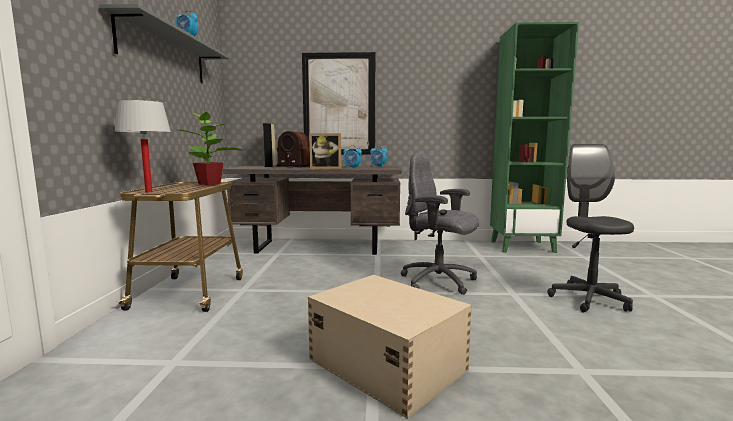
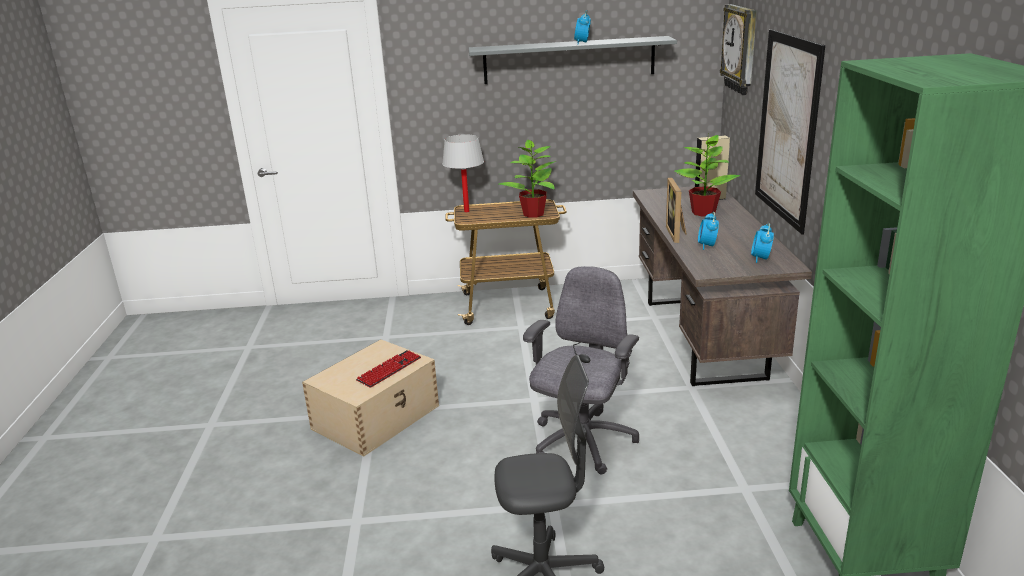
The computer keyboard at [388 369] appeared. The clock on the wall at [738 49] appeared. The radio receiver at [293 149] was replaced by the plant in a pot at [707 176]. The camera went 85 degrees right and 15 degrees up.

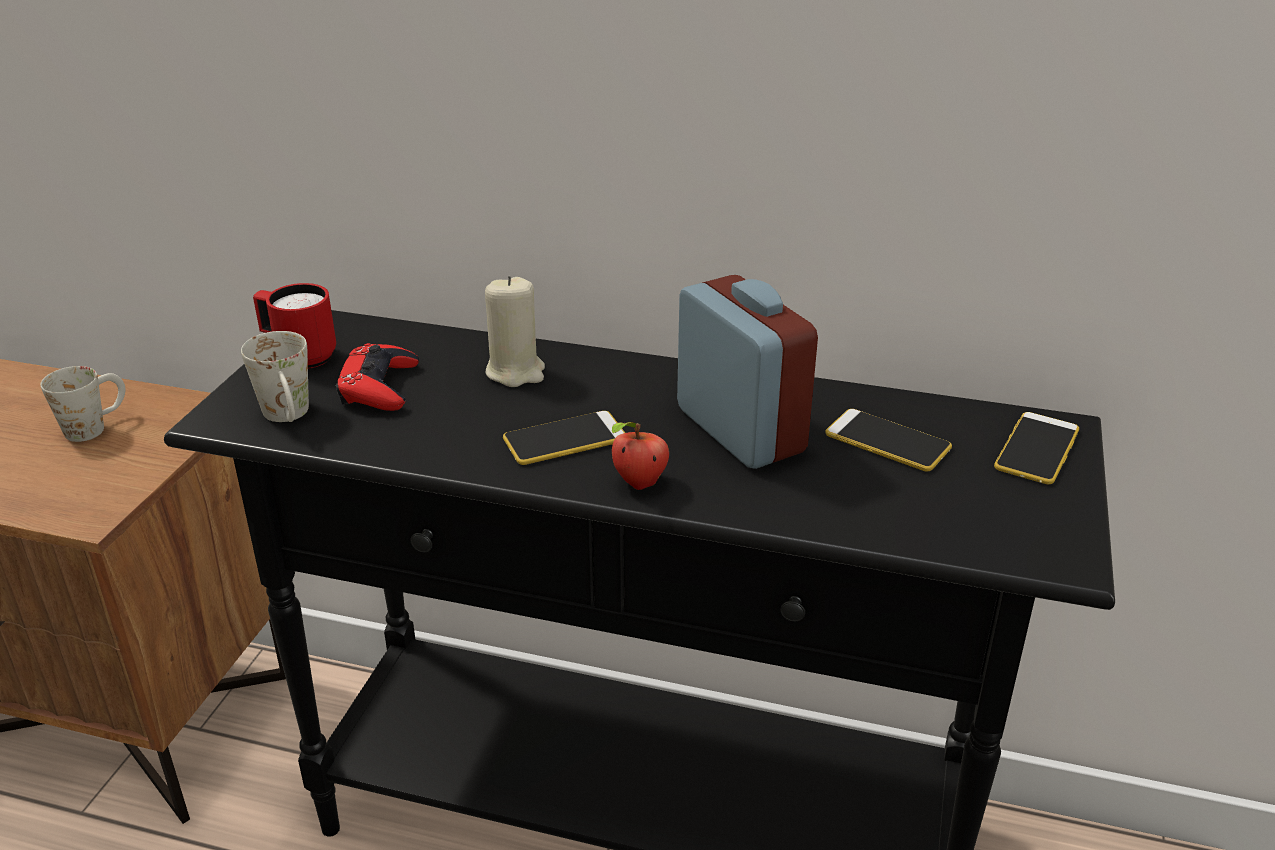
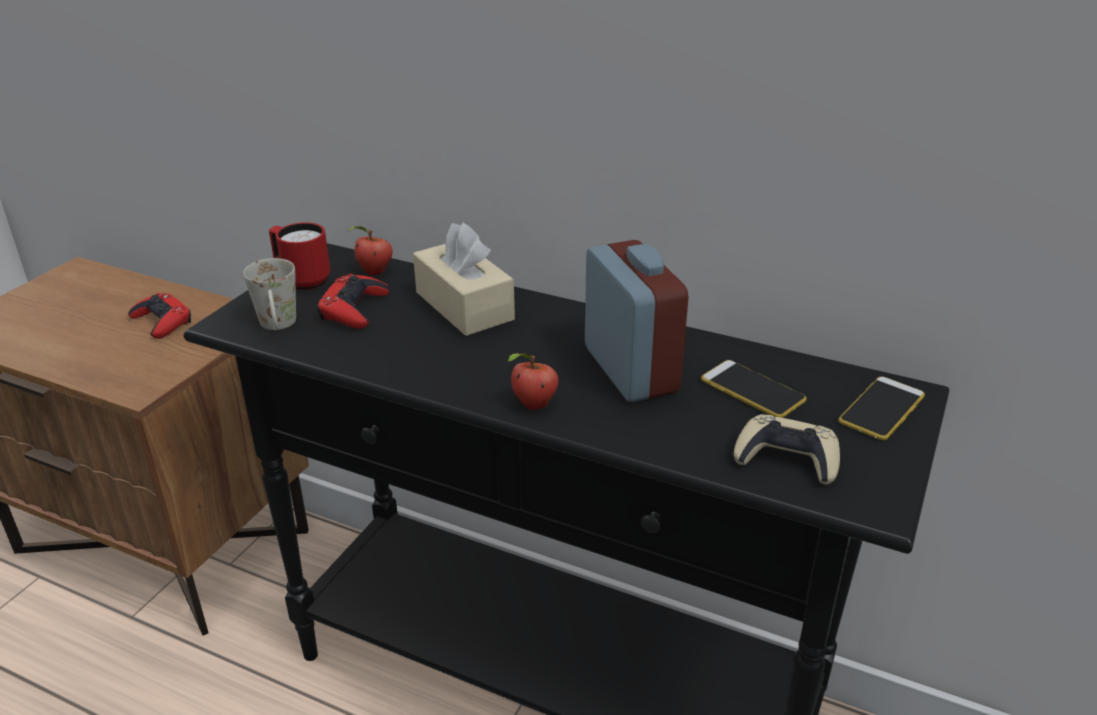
The handset at [564 438] disappeared. The whole apple at [370 250] appeared. The game controller (beige) at [787 449] appeared. The coffee mug (white) at [83 404] was replaced by the game controller (reddish) at [159 316]. The candle (beige) at [515 331] was replaced by the tissue box (beige) at [464 279]. The camera went 10 degrees right and 0 degrees up.

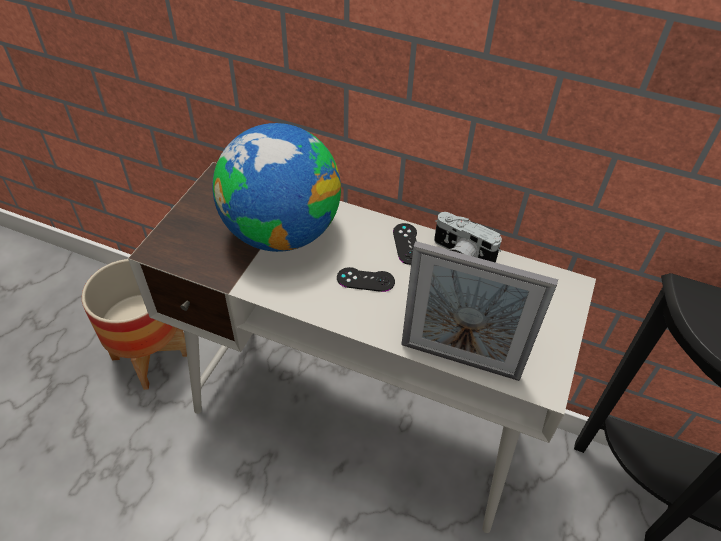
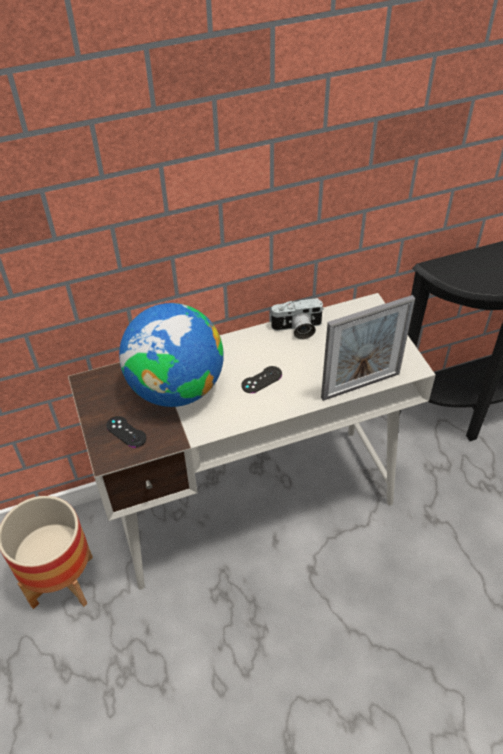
The game controller (black) moved from [405 244] to [126 432]. The camera went 40 degrees left and 0 degrees up.

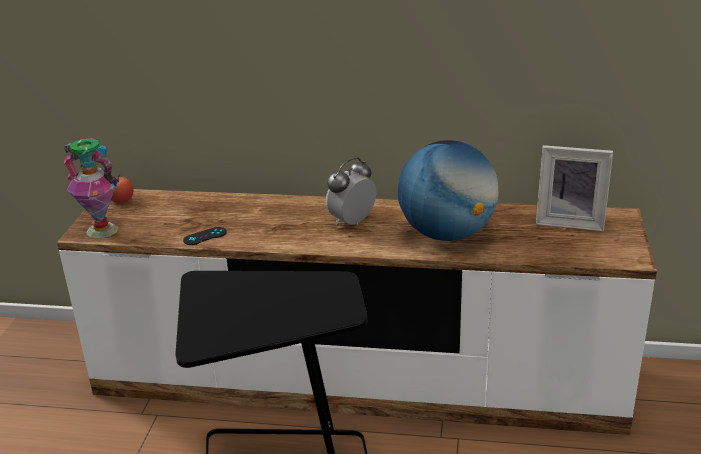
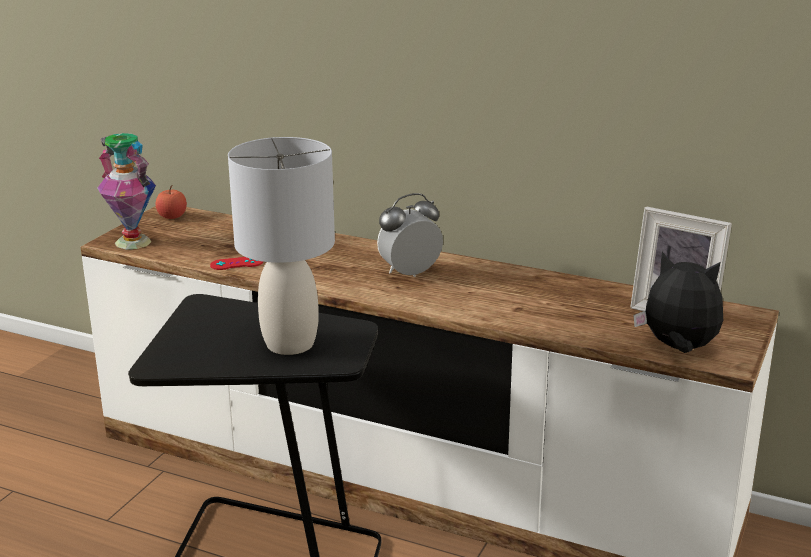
The world globe at [448 190] disappeared. The lamp for a table (gray) at [281 246] appeared. The cuddly toy at [678 302] appeared. The game controller (black) at [205 236] became the game controller (reddish) at [236 263]. The camera went 15 degrees right and 5 degrees down.

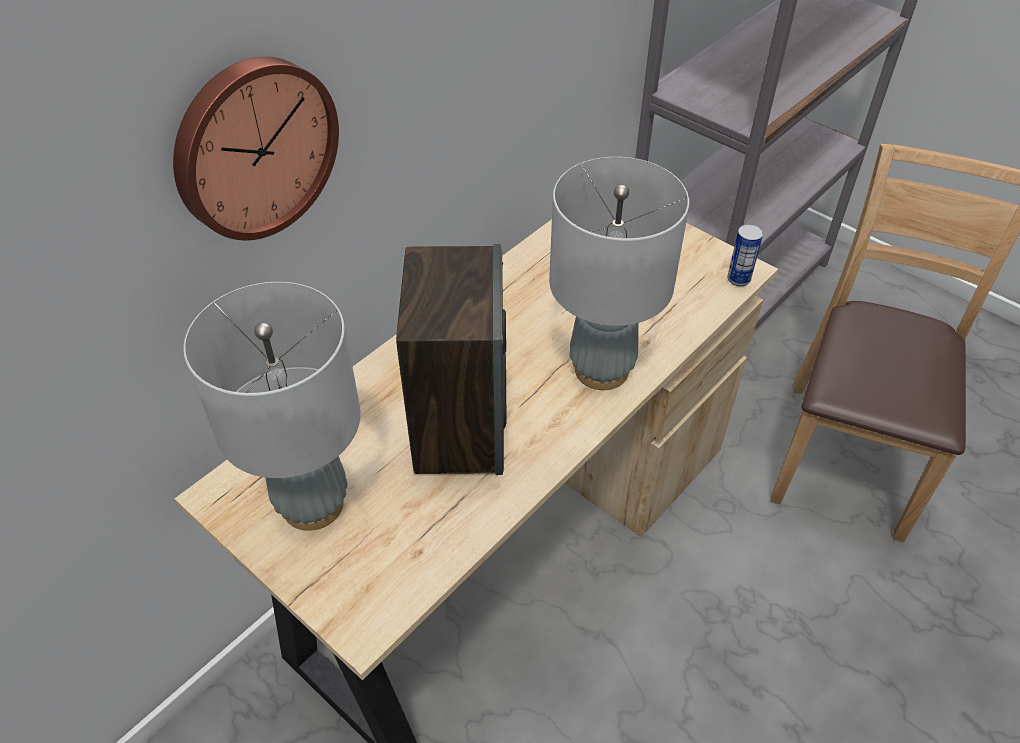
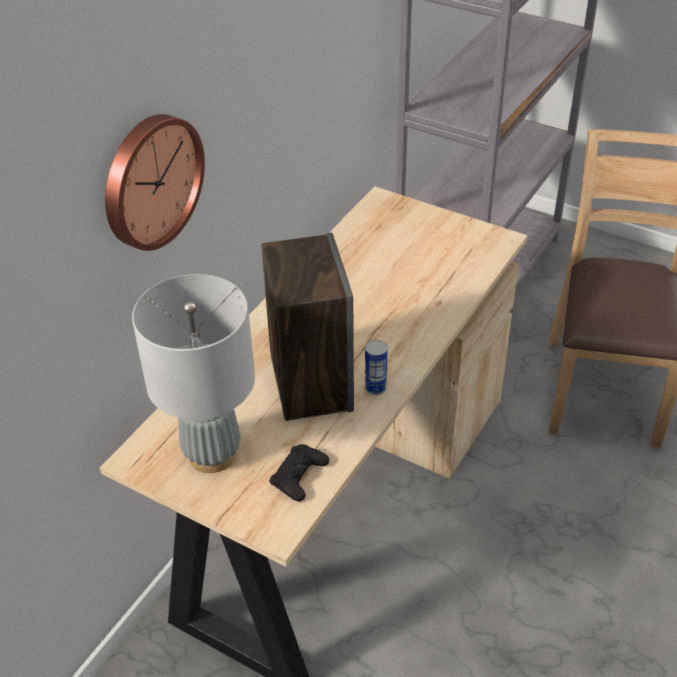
The lamp for a table (gray) at [619 273] disappeared. The game controller (black) at [299 472] appeared. The metal can moved from [745 255] to [376 367]. The camera went 10 degrees left and 5 degrees down.

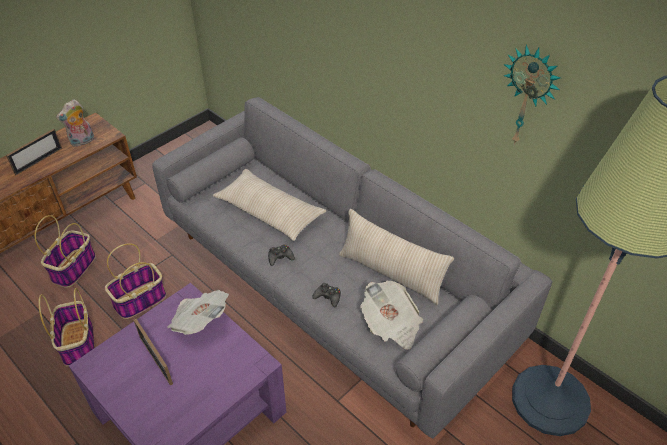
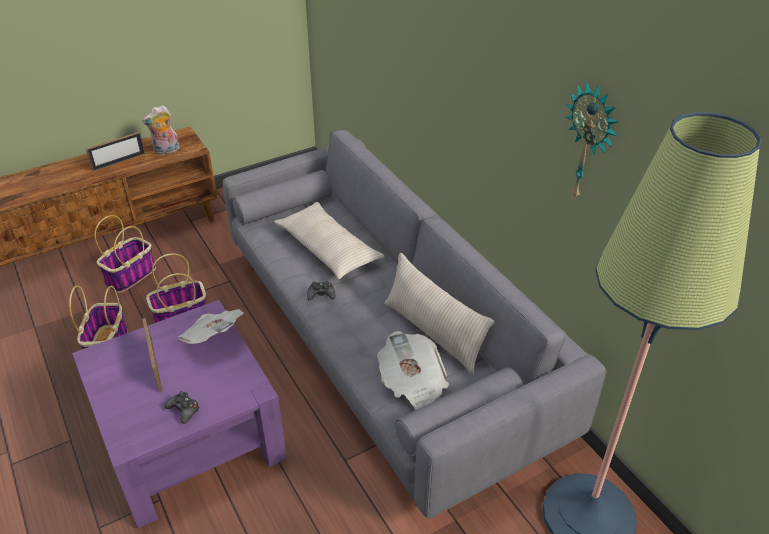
The game controller (black) moved from [326 295] to [182 407]. The camera went 15 degrees right and 5 degrees down.

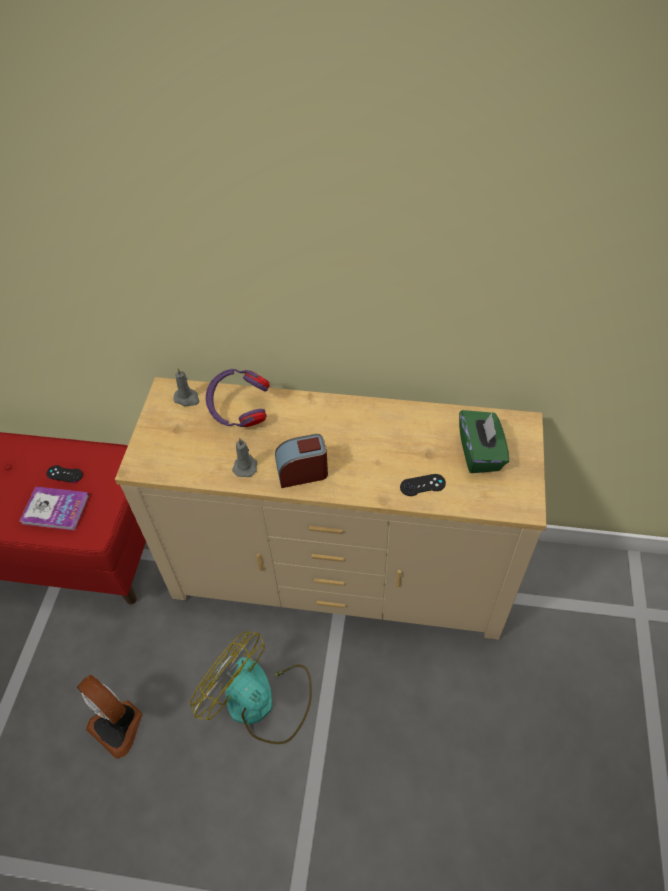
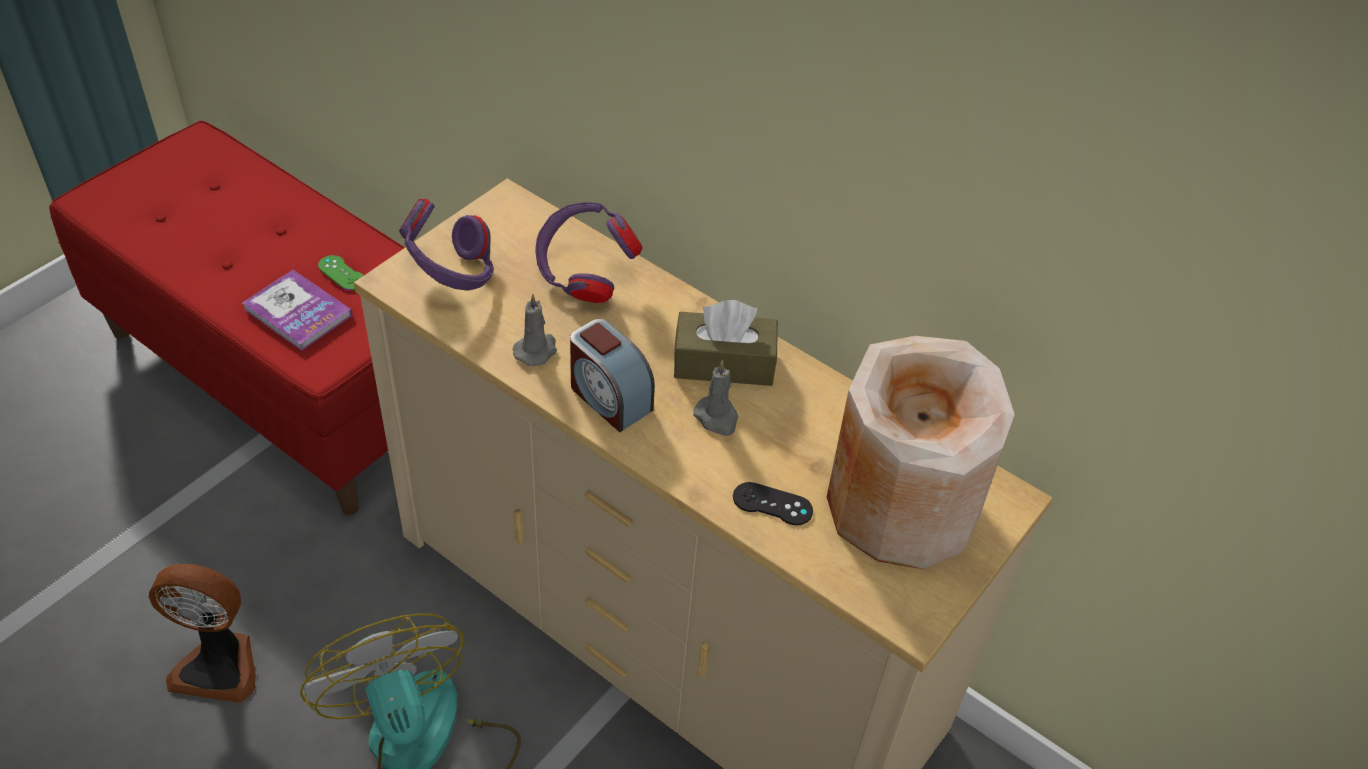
The pair of headphones (purple-coloured) at [446 245] appeared. The tissue box (brown) at [726 343] appeared. The candle (gray) moved from [186 387] to [715 398]. The tissue box (green) at [484 441] was replaced by the flower vase (beige) at [921 452]. The game controller (black) at [64 474] became the game controller (green) at [341 273]. The electric fan at [109 717] turned 60 degrees counterclockwise. The alarm clock at [301 461] turned 150 degrees counterclockwise. The camera went 25 degrees right and 5 degrees down.

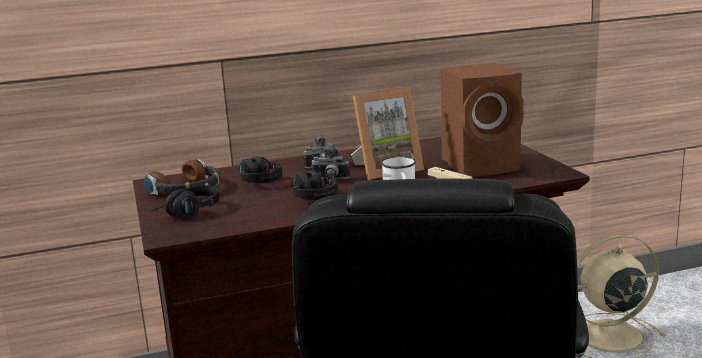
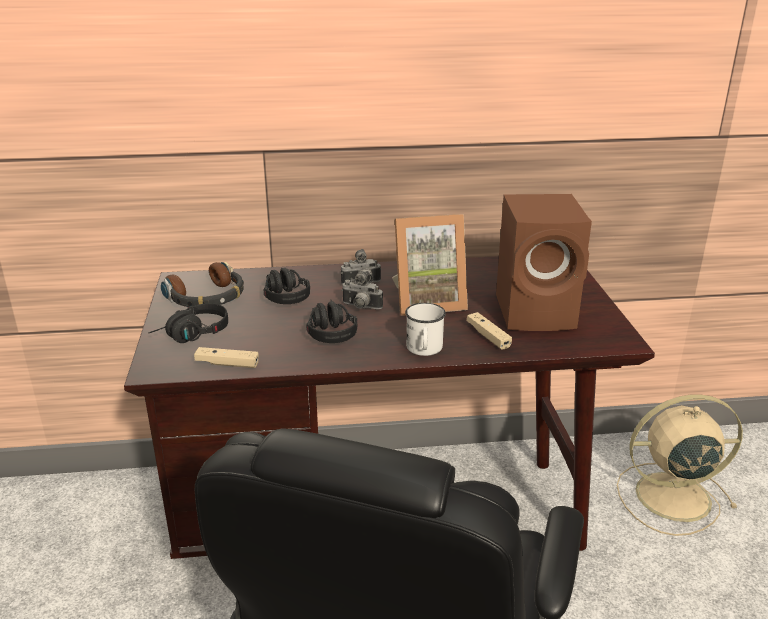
The game controller (beige) at [226 357] appeared. The camera went 10 degrees right and 10 degrees up.

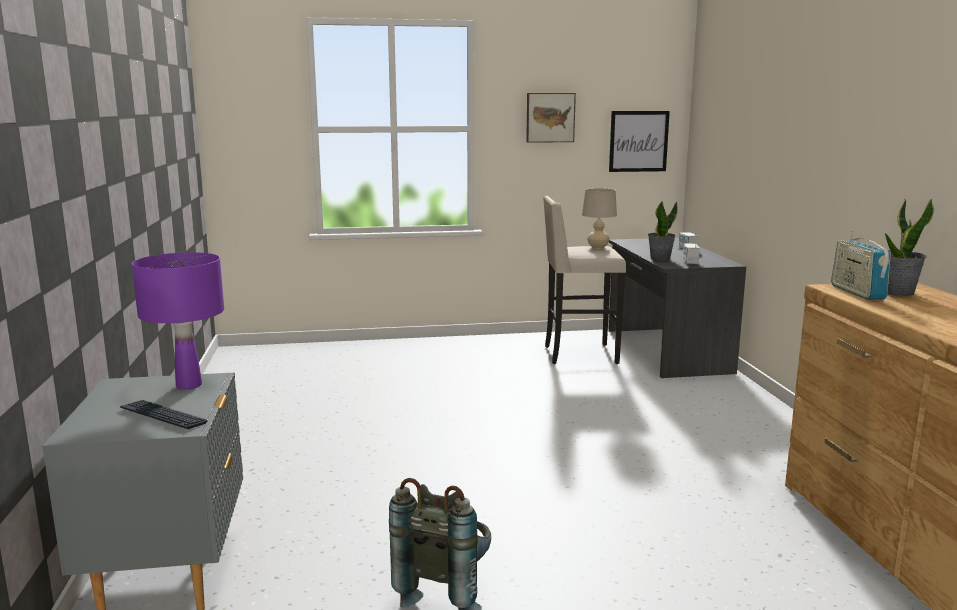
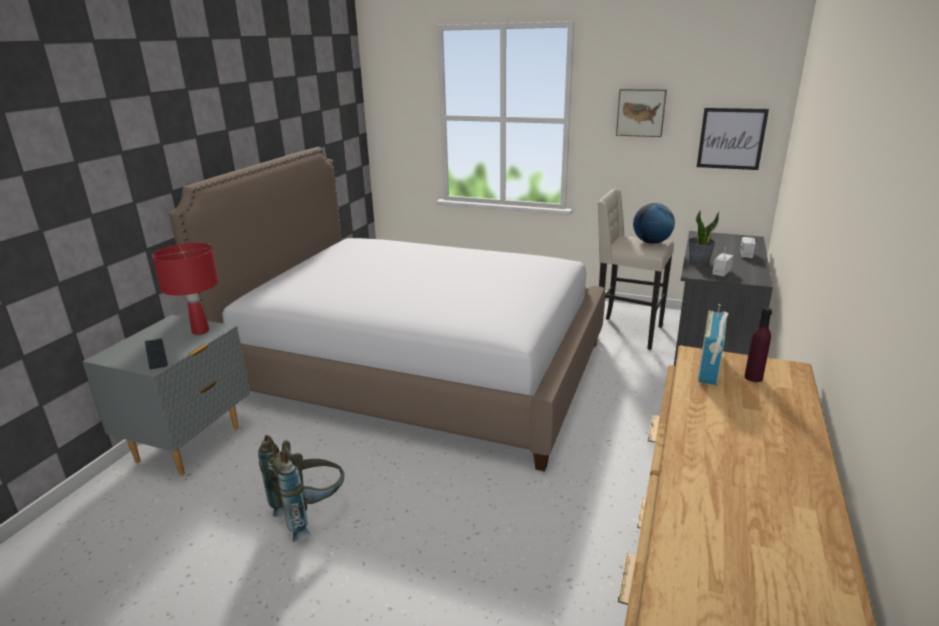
The sleeping bed at [387 309] appeared. The lamp for a table (beige) at [599 218] was replaced by the world globe at [654 223]. The plant in a pot at [909 247] was replaced by the beverage bottle (purple-coloured) at [758 344]. The lamp for a table (purple-coloured) at [178 320] became the lamp for a table (reddish) at [185 289]. The camera went 30 degrees right and 10 degrees up.

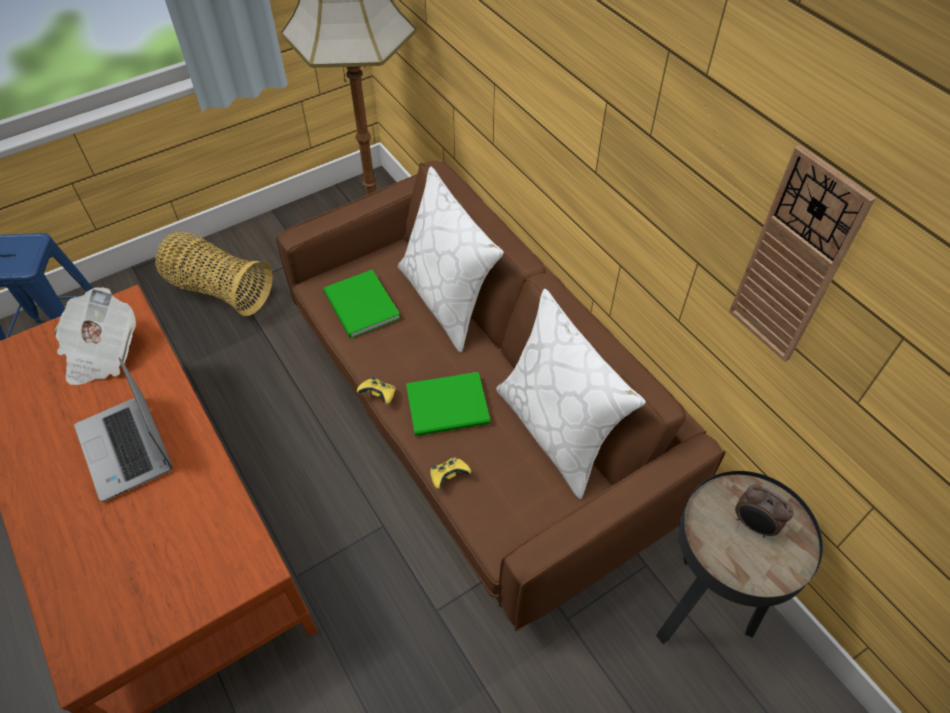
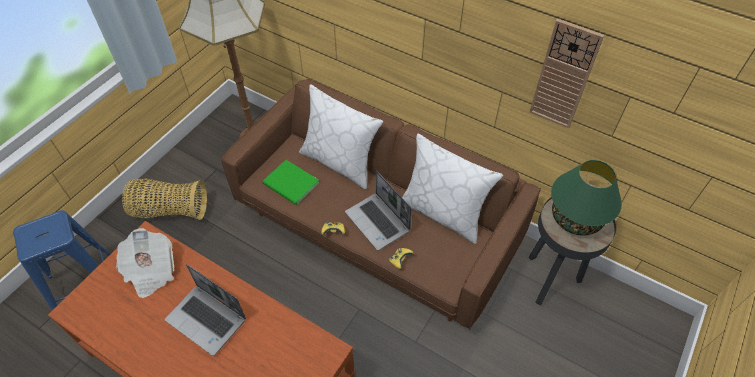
The book (green) at [448 404] was replaced by the notebook computer at [378 210]. The alarm clock at [764 511] was replaced by the lamp for a table (green) at [586 198]. The camera went 25 degrees left and 0 degrees up.

